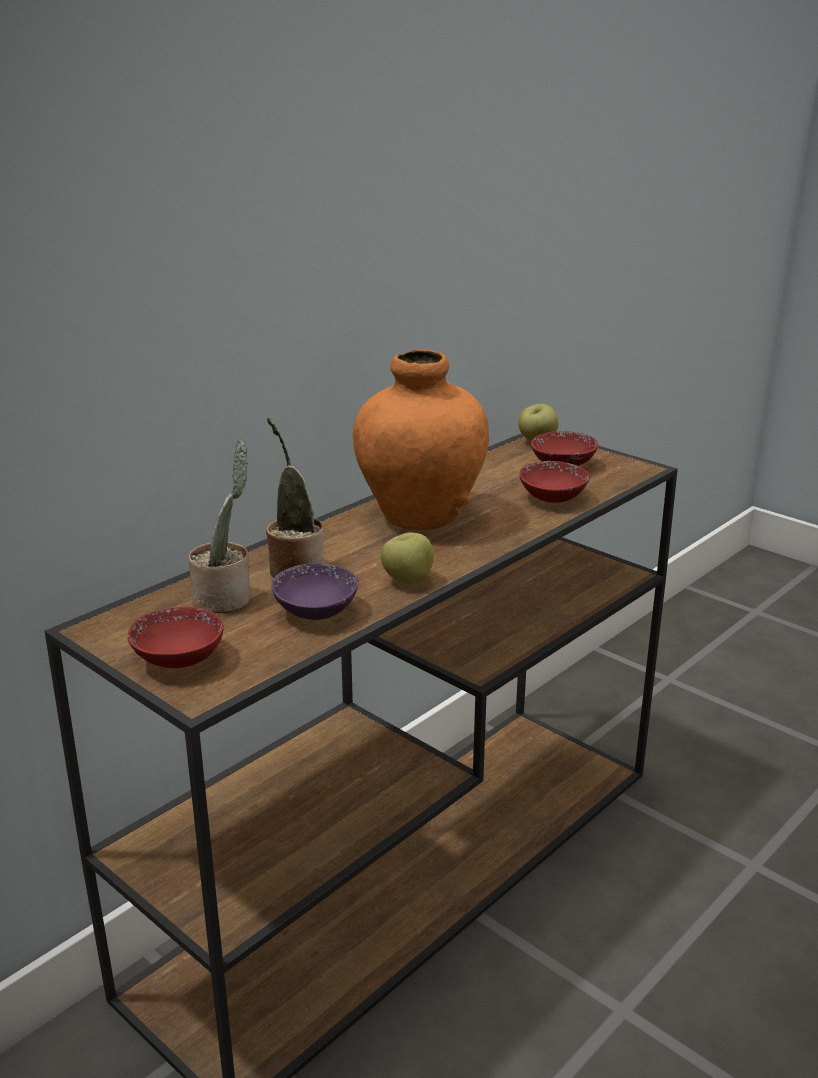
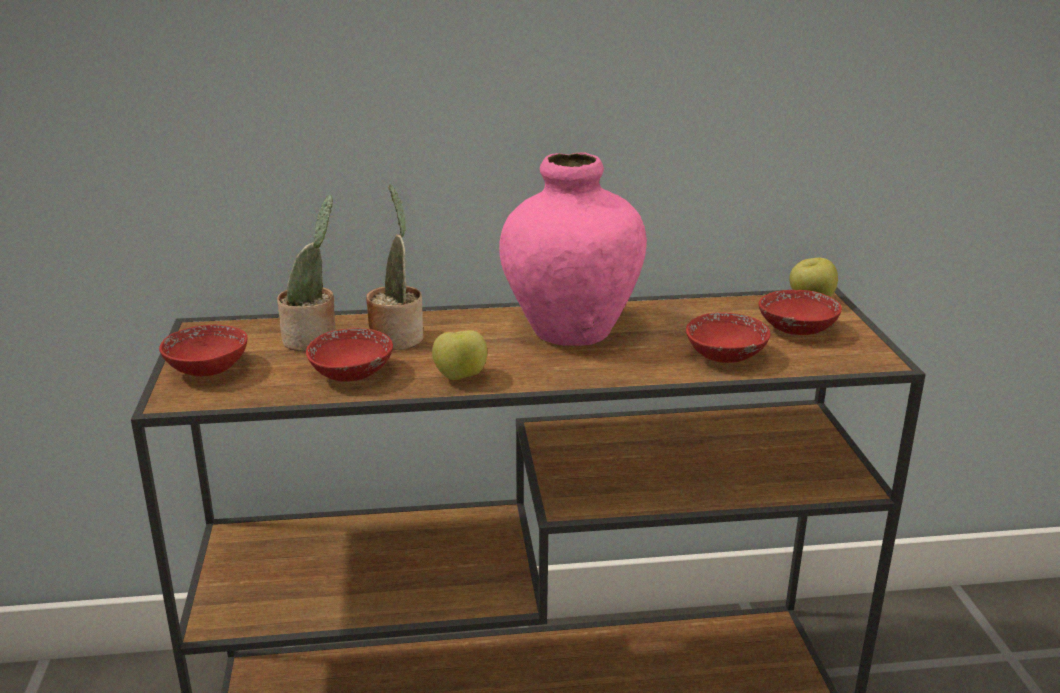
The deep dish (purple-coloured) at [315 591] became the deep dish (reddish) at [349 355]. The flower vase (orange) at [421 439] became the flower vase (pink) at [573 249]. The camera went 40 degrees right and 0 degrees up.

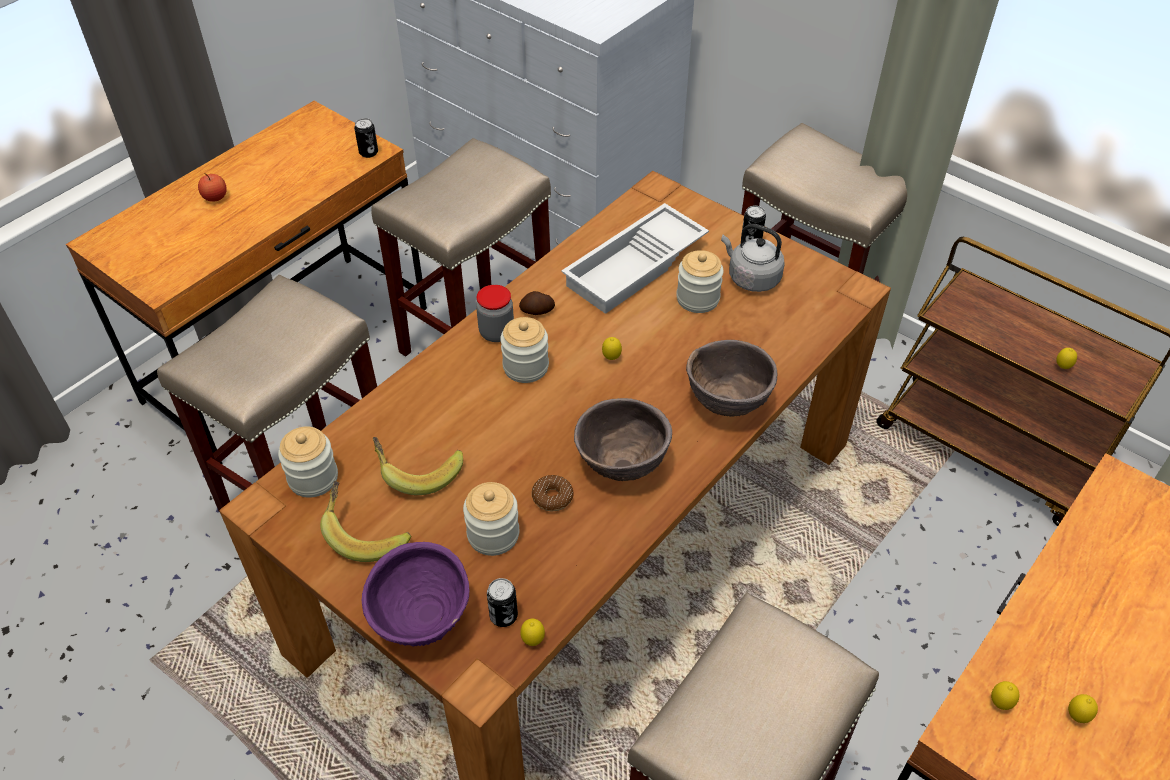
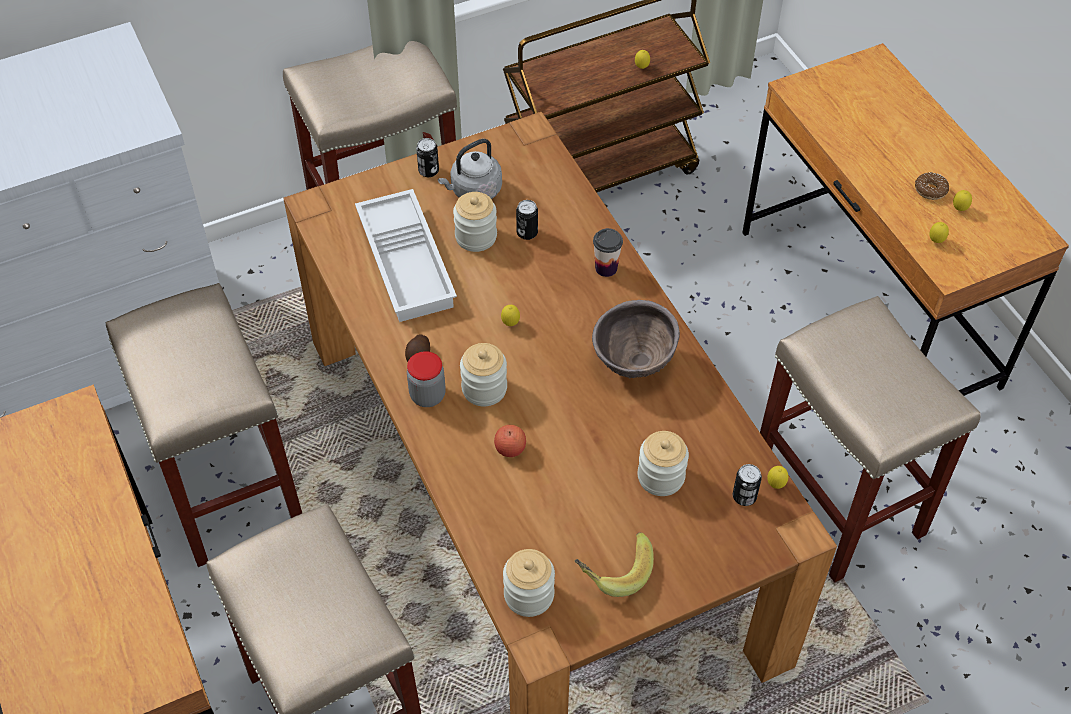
The deep dish (purple-coloured) at [416 594] disappeared. The banana at [418 466] disappeared. The whole apple moved from [212 187] to [510 441]. The metal can moved from [366 138] to [527 220]. The doughnut moved from [553 493] to [932 186]. The deep dish (brown) at [731 378] was replaced by the cup at [608 252]. The camera went 65 degrees left and 5 degrees up.

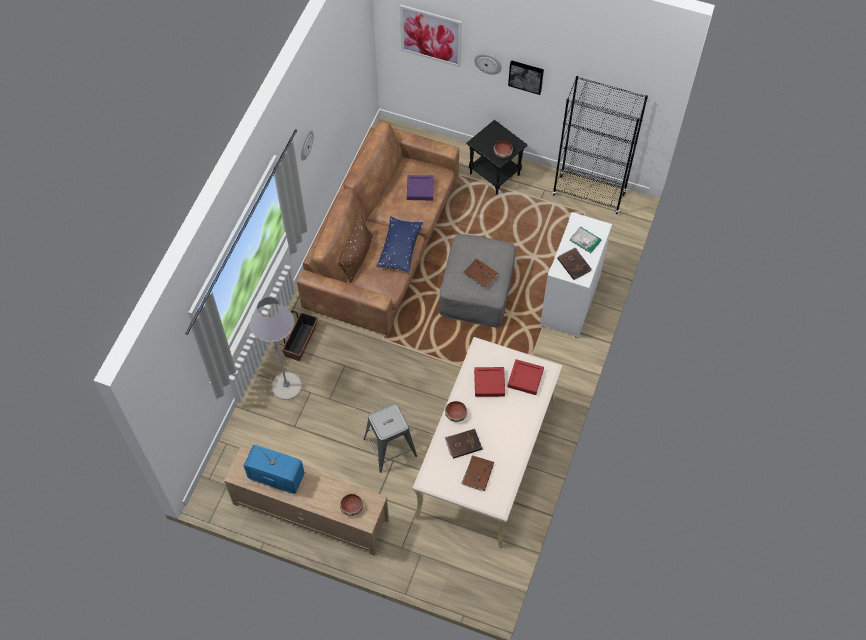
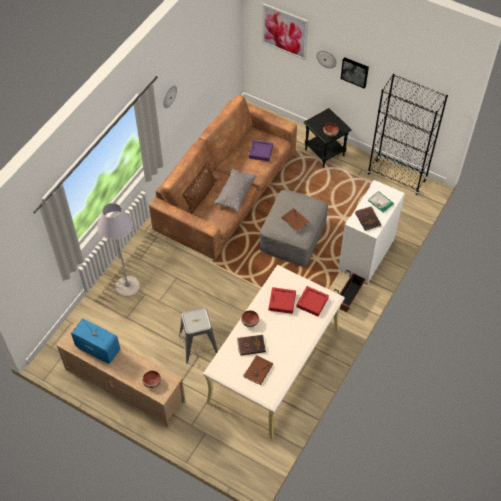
The flower pot moved from [300 336] to [350 291]. The cushion (blue) at [399 245] became the cushion (gray) at [235 190]. The camera went 10 degrees right and 5 degrees down.

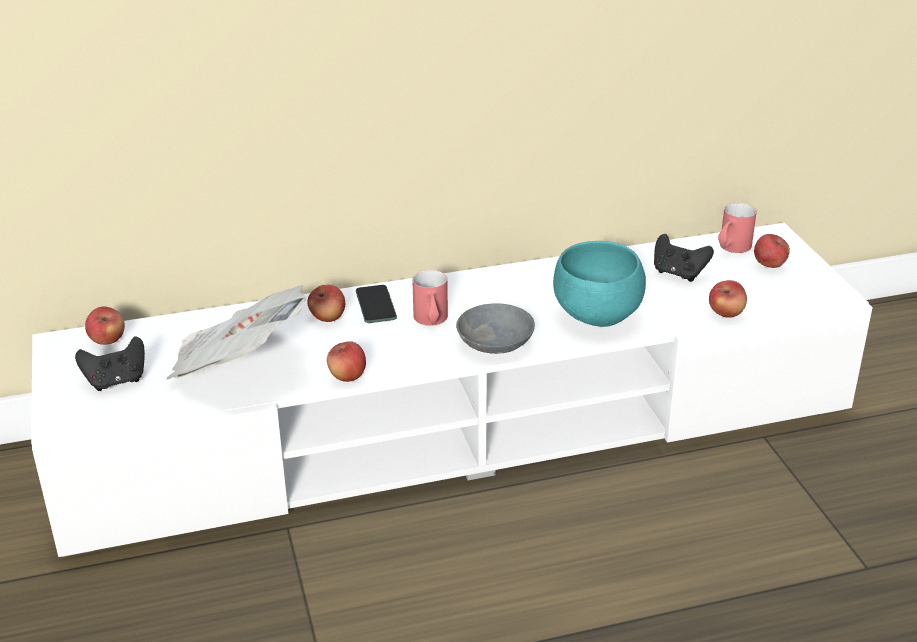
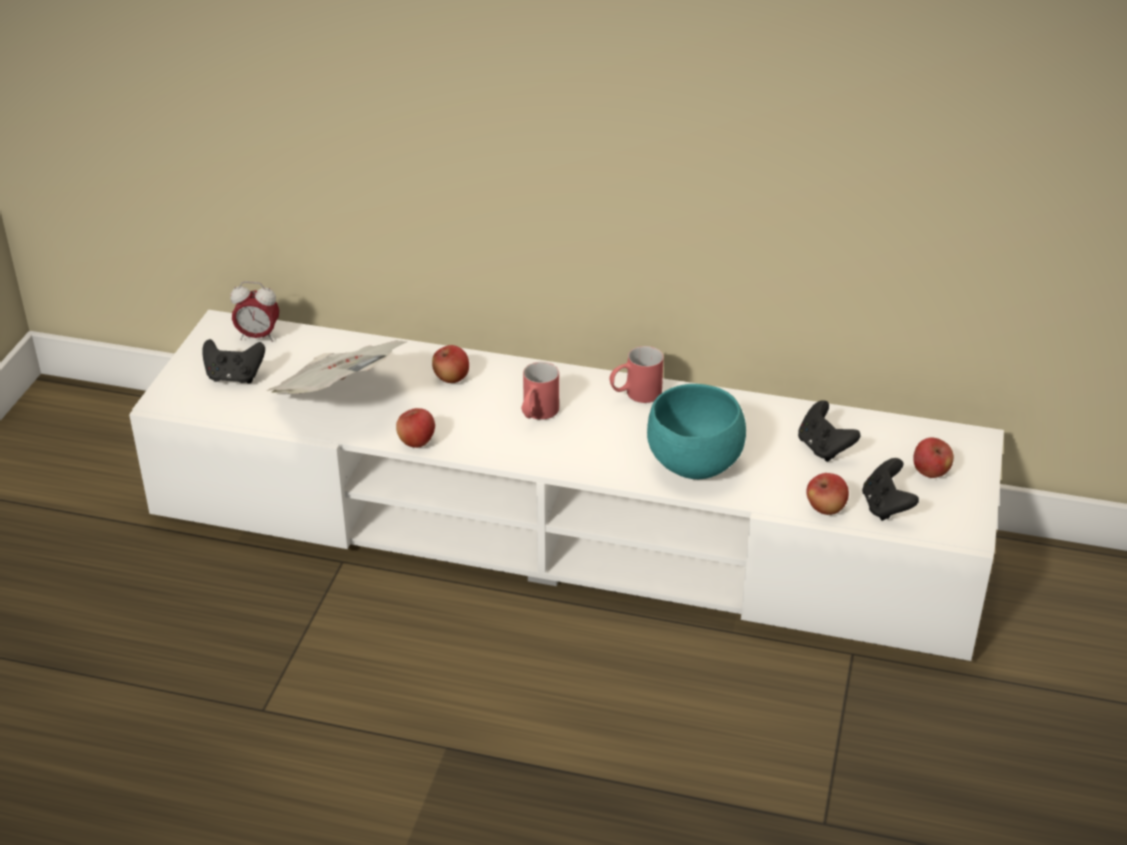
The handset at [376 304] disappeared. The deep dish (gray) at [495 328] disappeared. The game controller (black) at [890 489] appeared. The coffee mug (reddish) moved from [737 228] to [636 374]. The whole apple at [105 325] was replaced by the alarm clock at [254 311]. The camera went 30 degrees right and 5 degrees up.

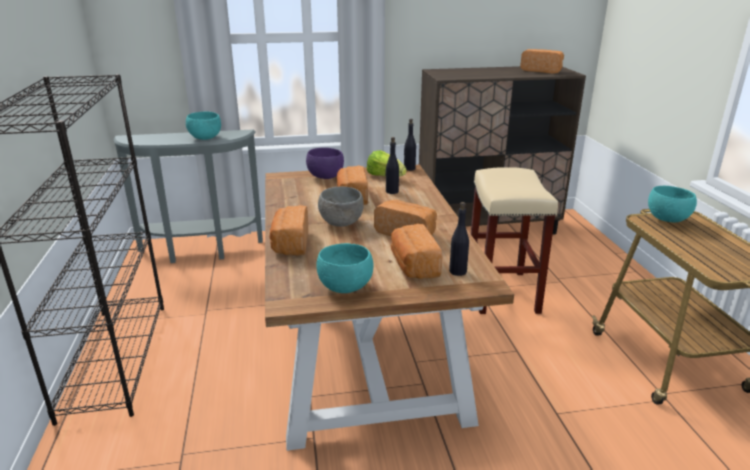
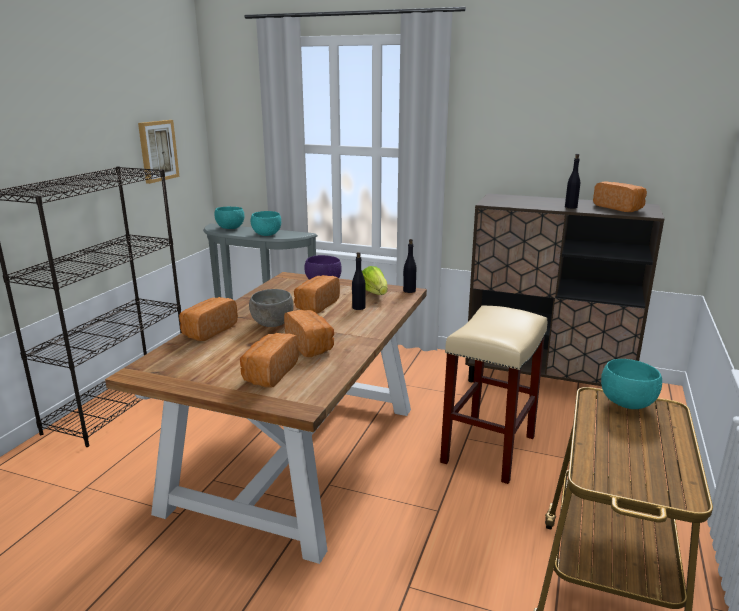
The wall art at [159 152] appeared. The deep dish (blue-green) moved from [345 268] to [229 218]. The beverage bottle (black) moved from [459 239] to [572 181]. The camera went 30 degrees right and 5 degrees down.

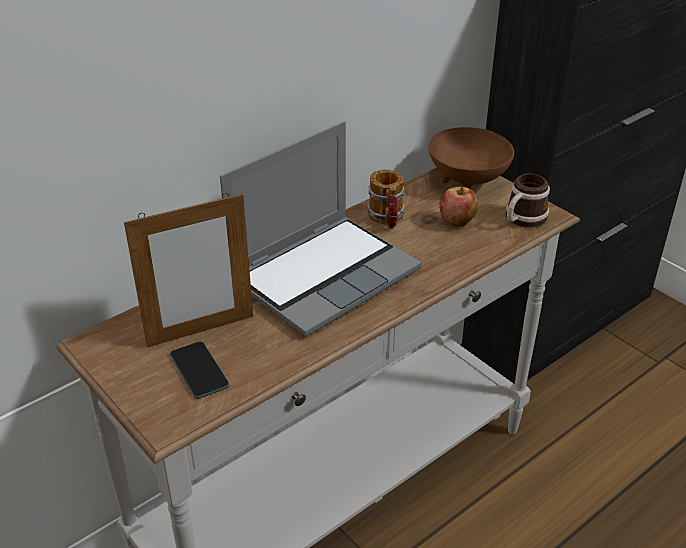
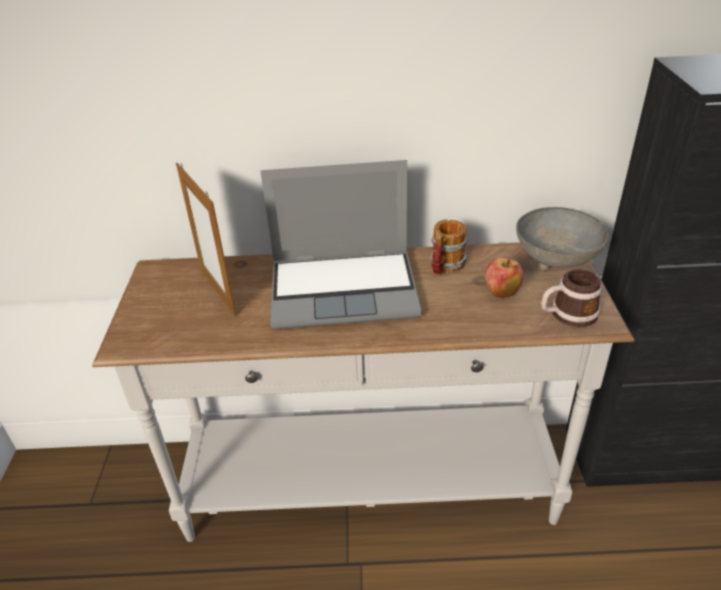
The handset at [199 370] disappeared. The deep dish (brown) at [471 158] became the deep dish (gray) at [562 239]. The photo frame at [188 270] turned 45 degrees clockwise. The camera went 40 degrees right and 0 degrees up.

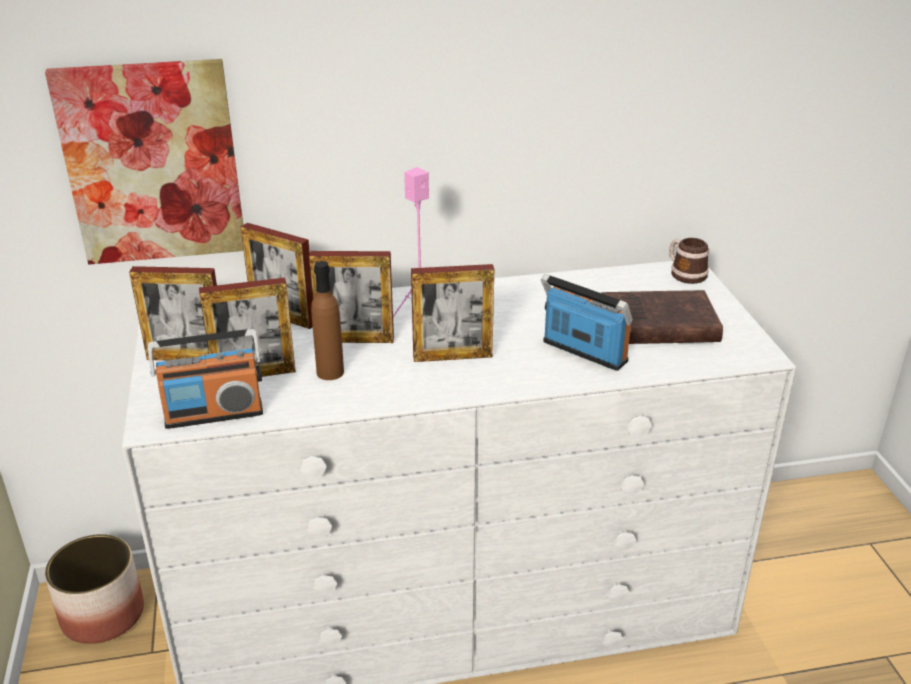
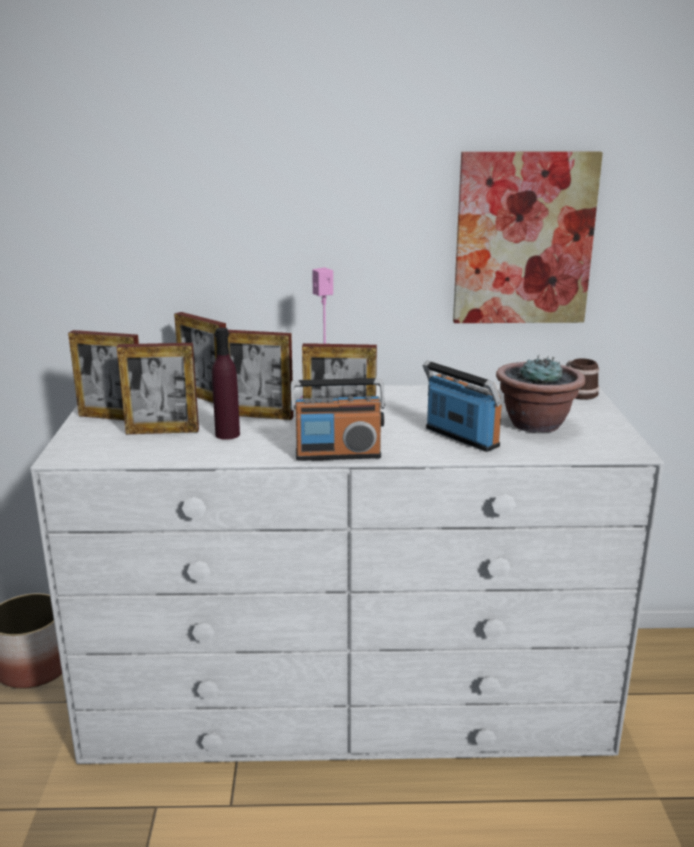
The wall art moved from [144 162] to [528 237]. The radio receiver moved from [205 379] to [337 419]. The book (brown) at [662 317] was replaced by the plant in a pot at [540 394]. The beverage bottle (brown) at [327 320] became the beverage bottle (purple-coloured) at [226 384]. The camera went 10 degrees right and 10 degrees down.

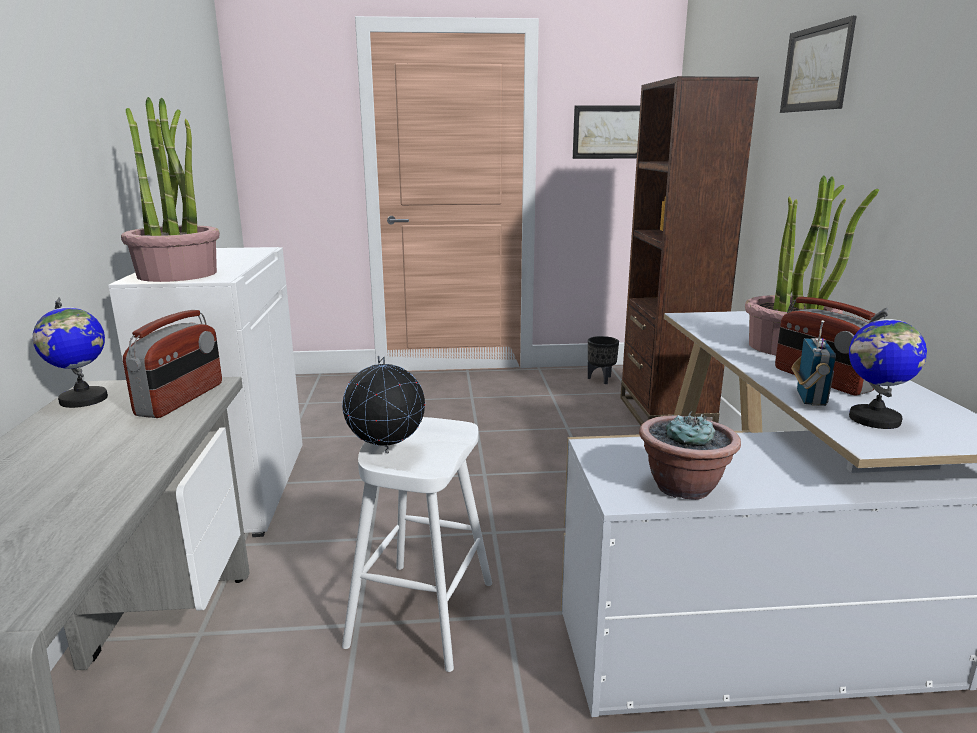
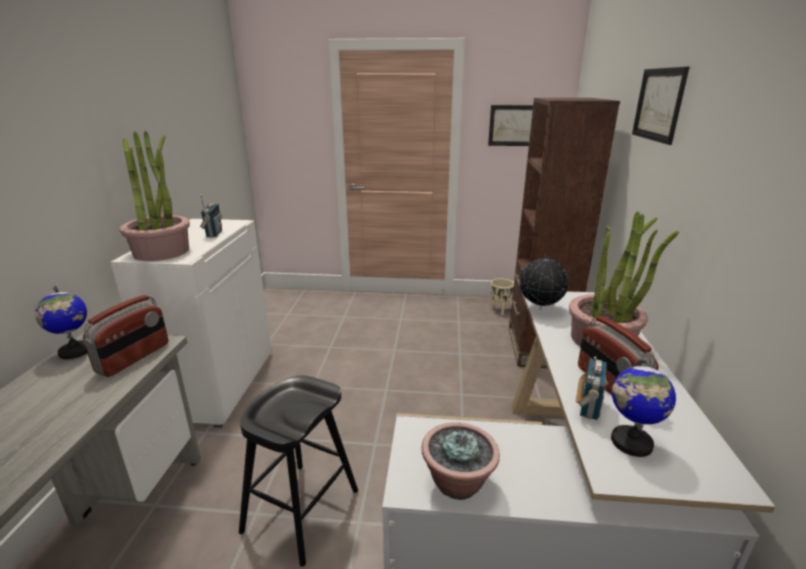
The radio receiver at [211 215] appeared. The world globe moved from [383 404] to [544 282]. The stool seat (white) at [417 544] became the stool seat (black) at [298 471]. The flower pot (black) at [603 360] became the flower pot (beige) at [502 296]. The camera went 10 degrees right and 5 degrees up.

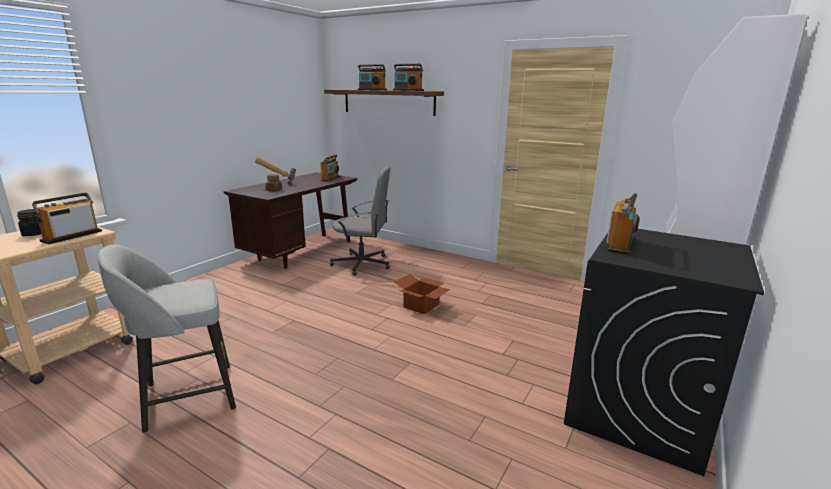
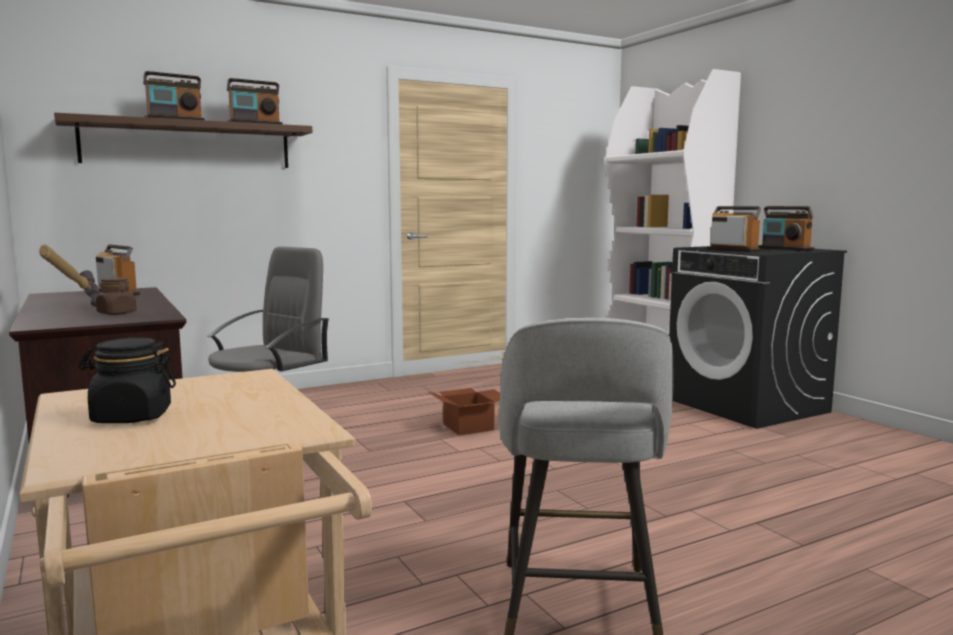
The radio receiver moved from [67 218] to [786 228]. The camera went 60 degrees left and 10 degrees down.

